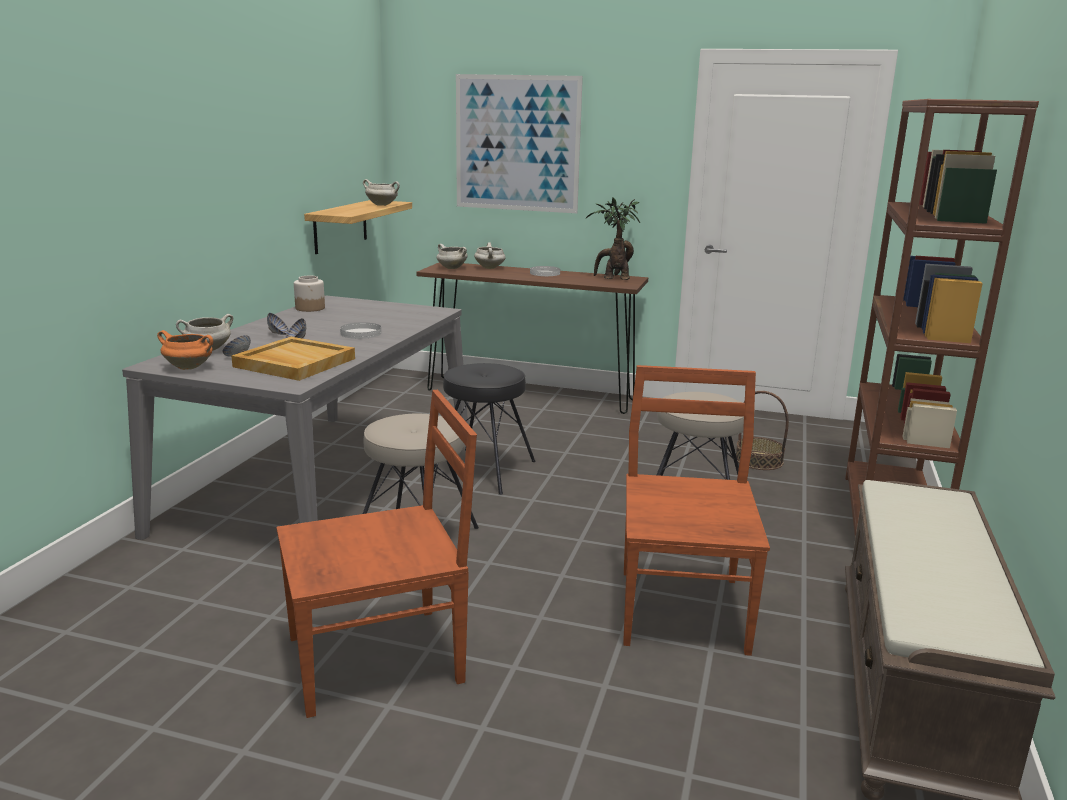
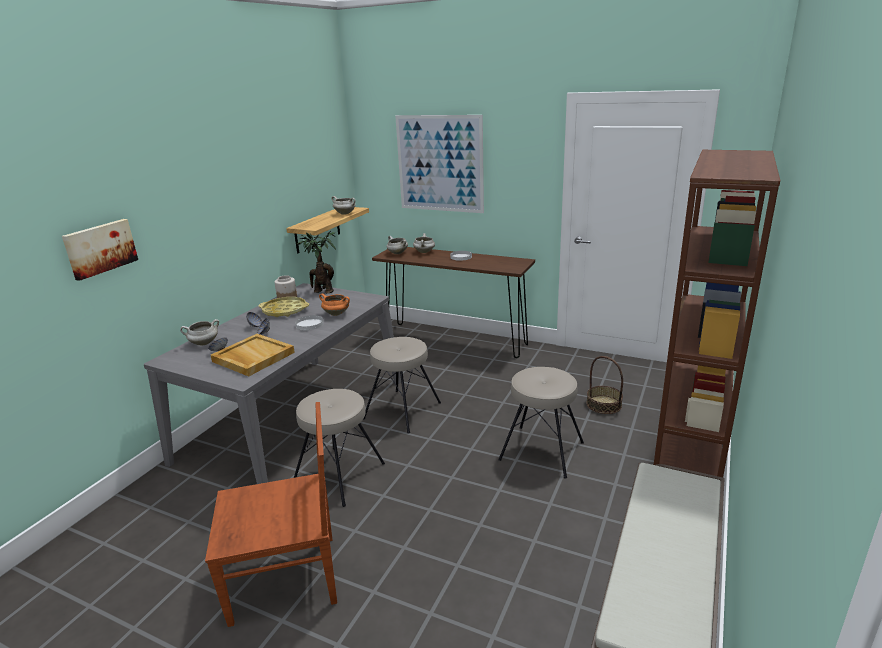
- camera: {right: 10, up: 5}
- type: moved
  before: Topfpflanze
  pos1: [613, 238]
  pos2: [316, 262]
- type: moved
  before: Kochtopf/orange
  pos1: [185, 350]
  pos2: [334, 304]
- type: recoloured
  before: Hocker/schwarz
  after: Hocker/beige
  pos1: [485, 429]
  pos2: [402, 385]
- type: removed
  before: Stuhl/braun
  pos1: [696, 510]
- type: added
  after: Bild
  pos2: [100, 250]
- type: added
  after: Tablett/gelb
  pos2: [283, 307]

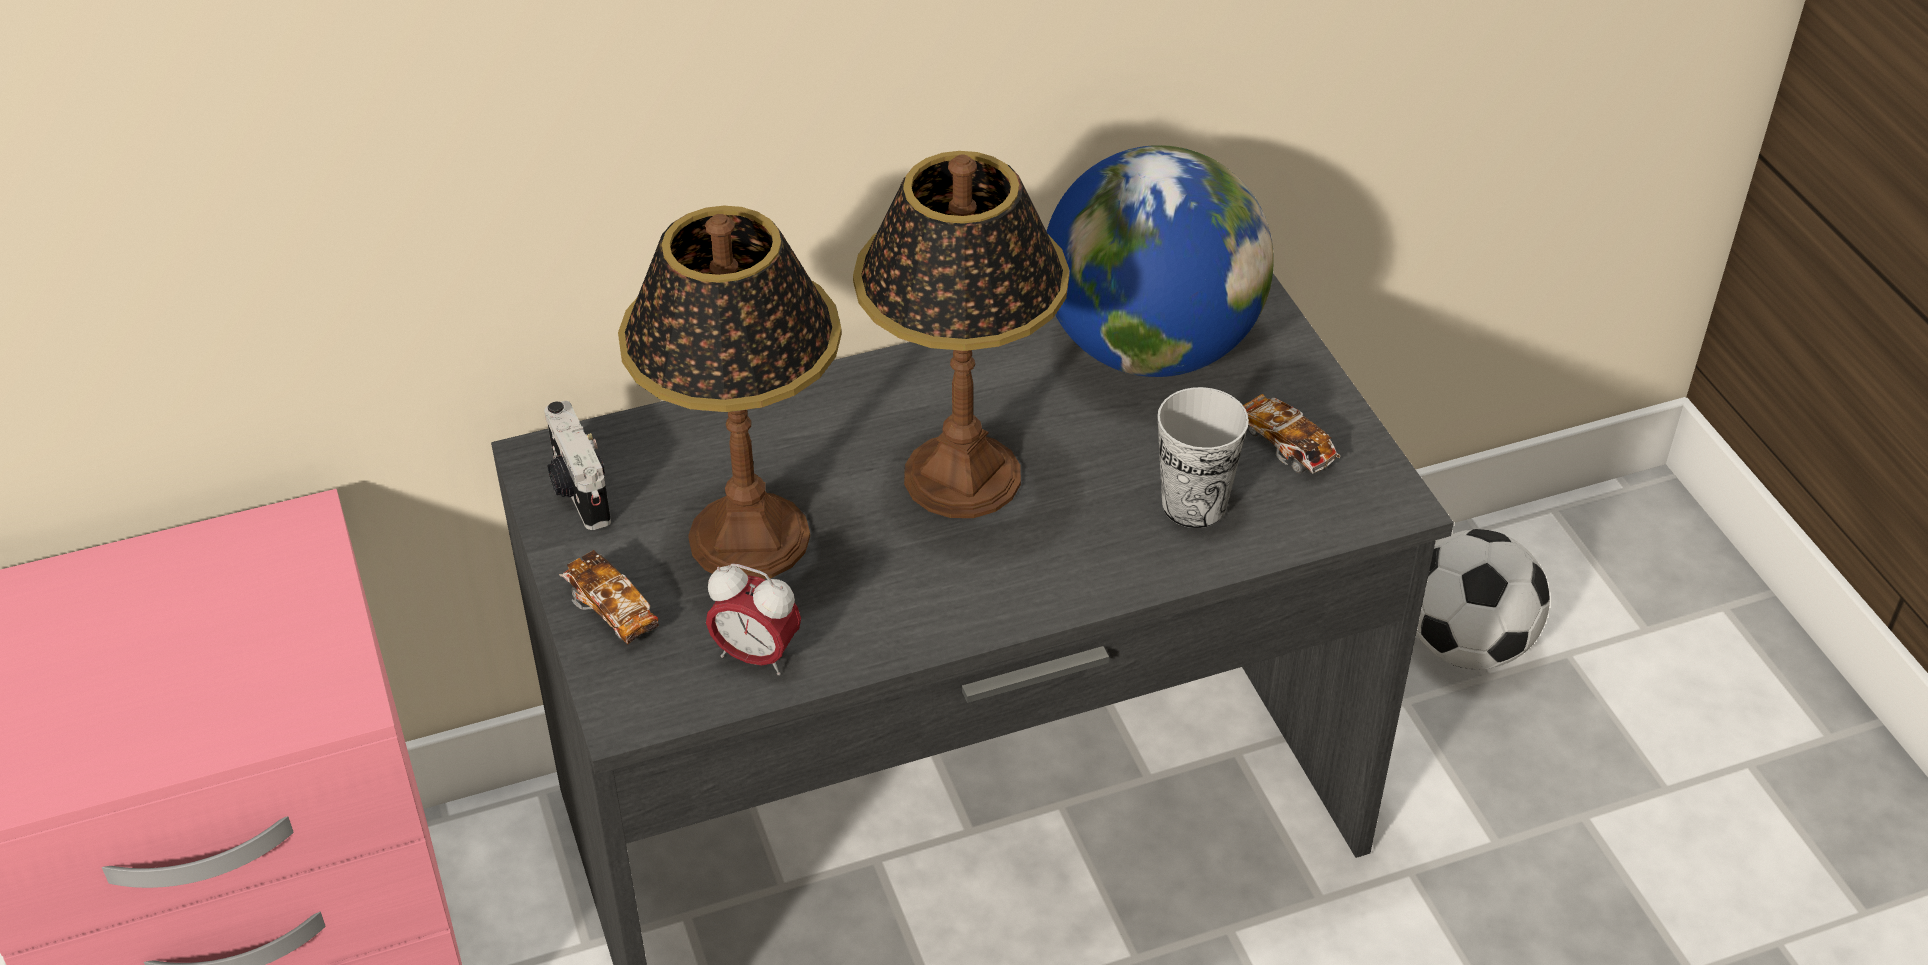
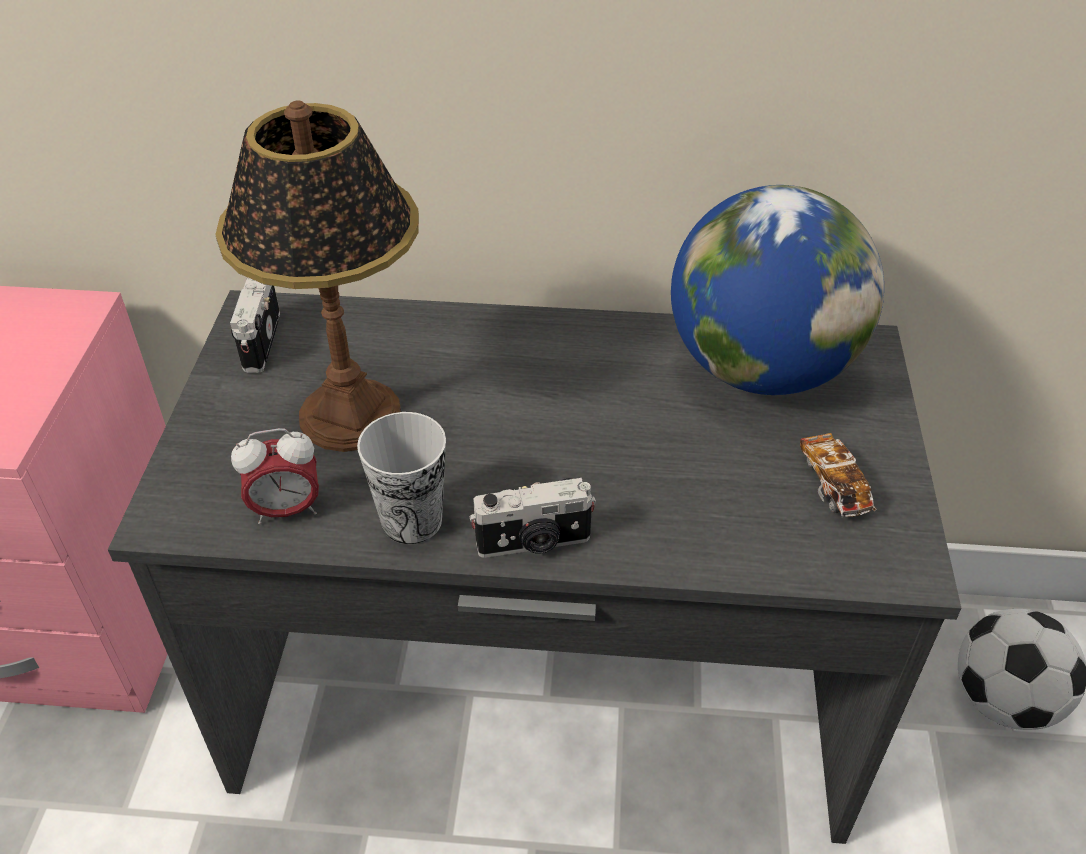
- camera: {right: 25, up: 0}
- type: removed
  before: Tischlampe
  pos1: [961, 334]
- type: moved
  before: Tasse
  pos1: [1203, 457]
  pos2: [401, 478]
- type: removed
  before: Spielzeugauto
  pos1: [609, 597]
- type: turned
  before: Wecker
  pos1: [753, 619]
  pos2: [275, 476]
  turn: -60
- type: added
  after: Kamera
  pos2: [533, 518]

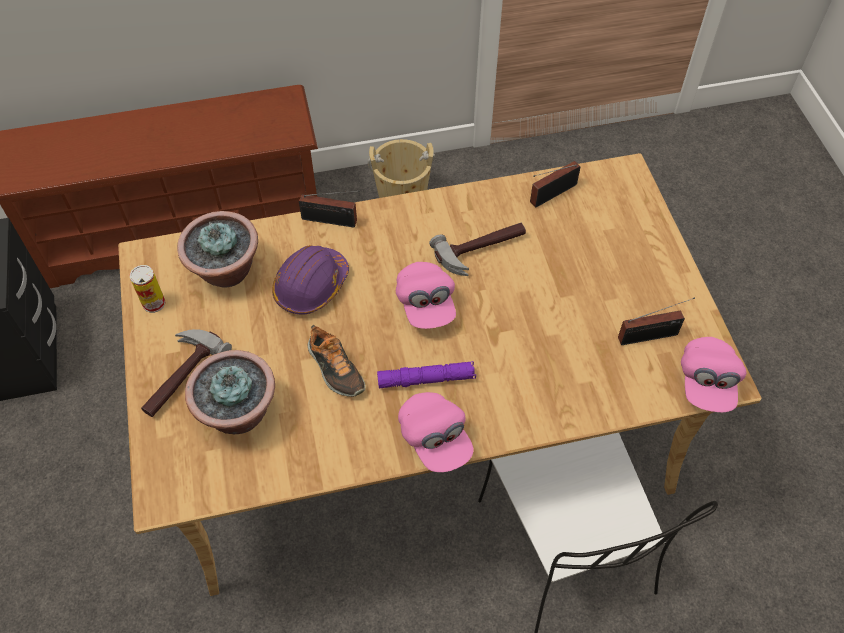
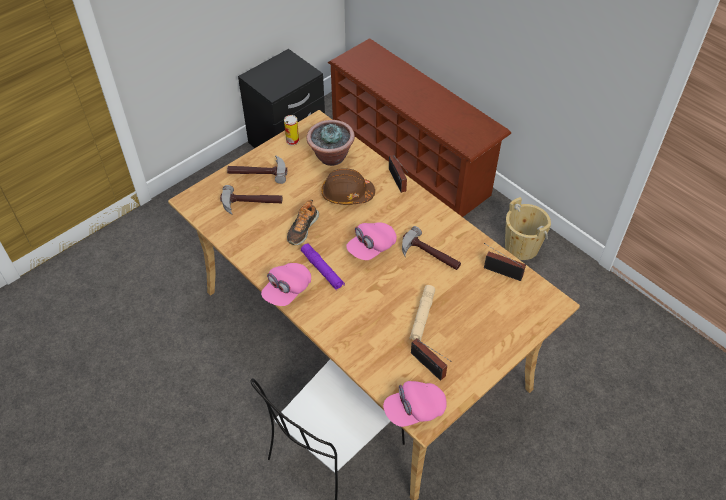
- camera: {right: 60, up: -5}
- type: recoloured
  before: Schutzhelm/lila
  after: Schutzhelm/braun
  pos1: [310, 280]
  pos2: [348, 186]
- type: replaced
  before: Topfpflanze
  after: Hammer
  pos1: [230, 392]
  pos2: [251, 200]
- type: added
  after: Taschenlampe/beige
  pos2: [422, 313]

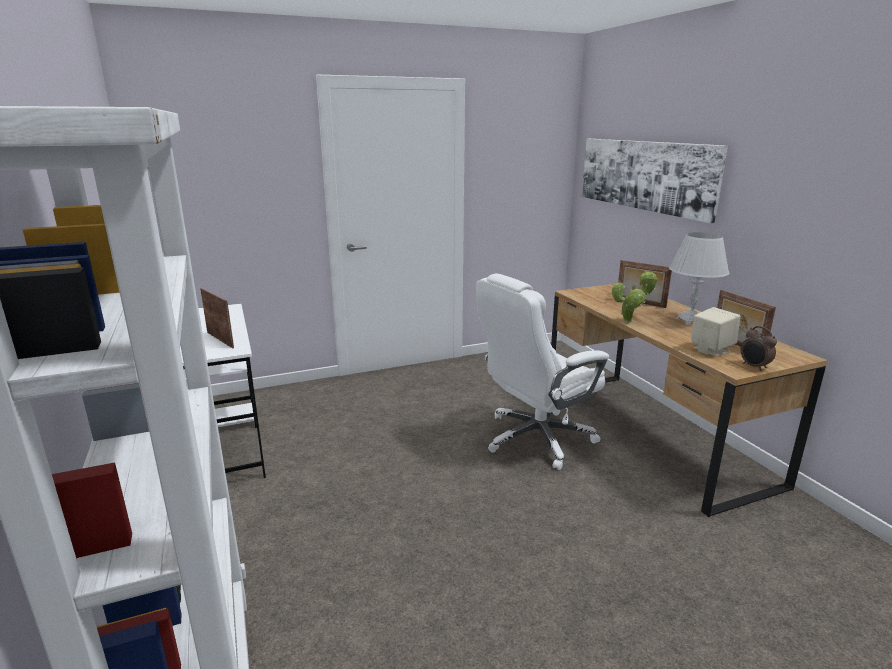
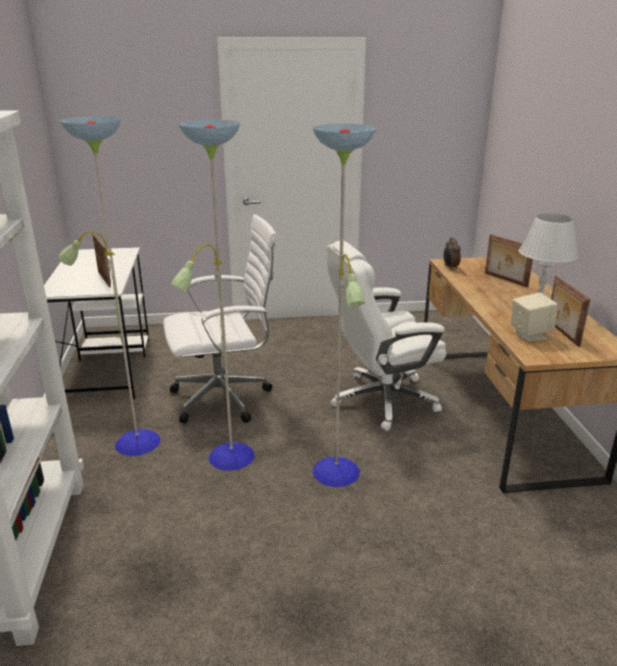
- camera: {right: 15, up: 5}
- type: removed
  before: Bild
  pos1: [655, 181]
- type: removed
  before: Topfpflanze
  pos1: [635, 297]
- type: moved
  before: Wecker
  pos1: [759, 348]
  pos2: [452, 254]
- type: added
  after: Stehlampe
  pos2: [217, 301]
- type: added
  after: Bürostuhl/weiß
  pos2: [220, 318]

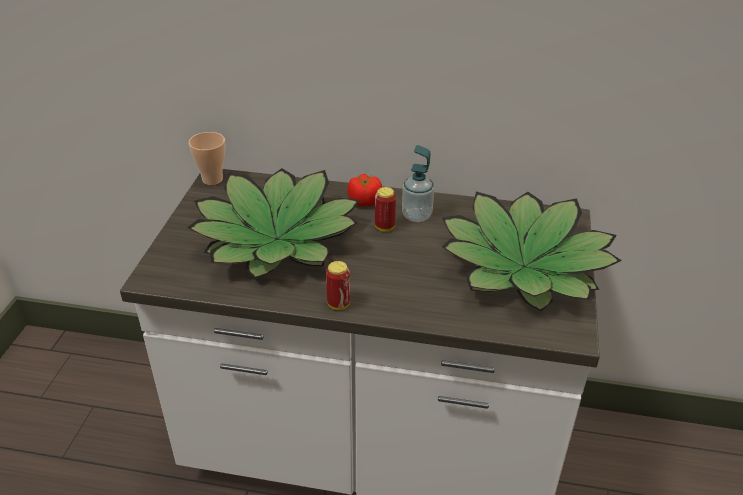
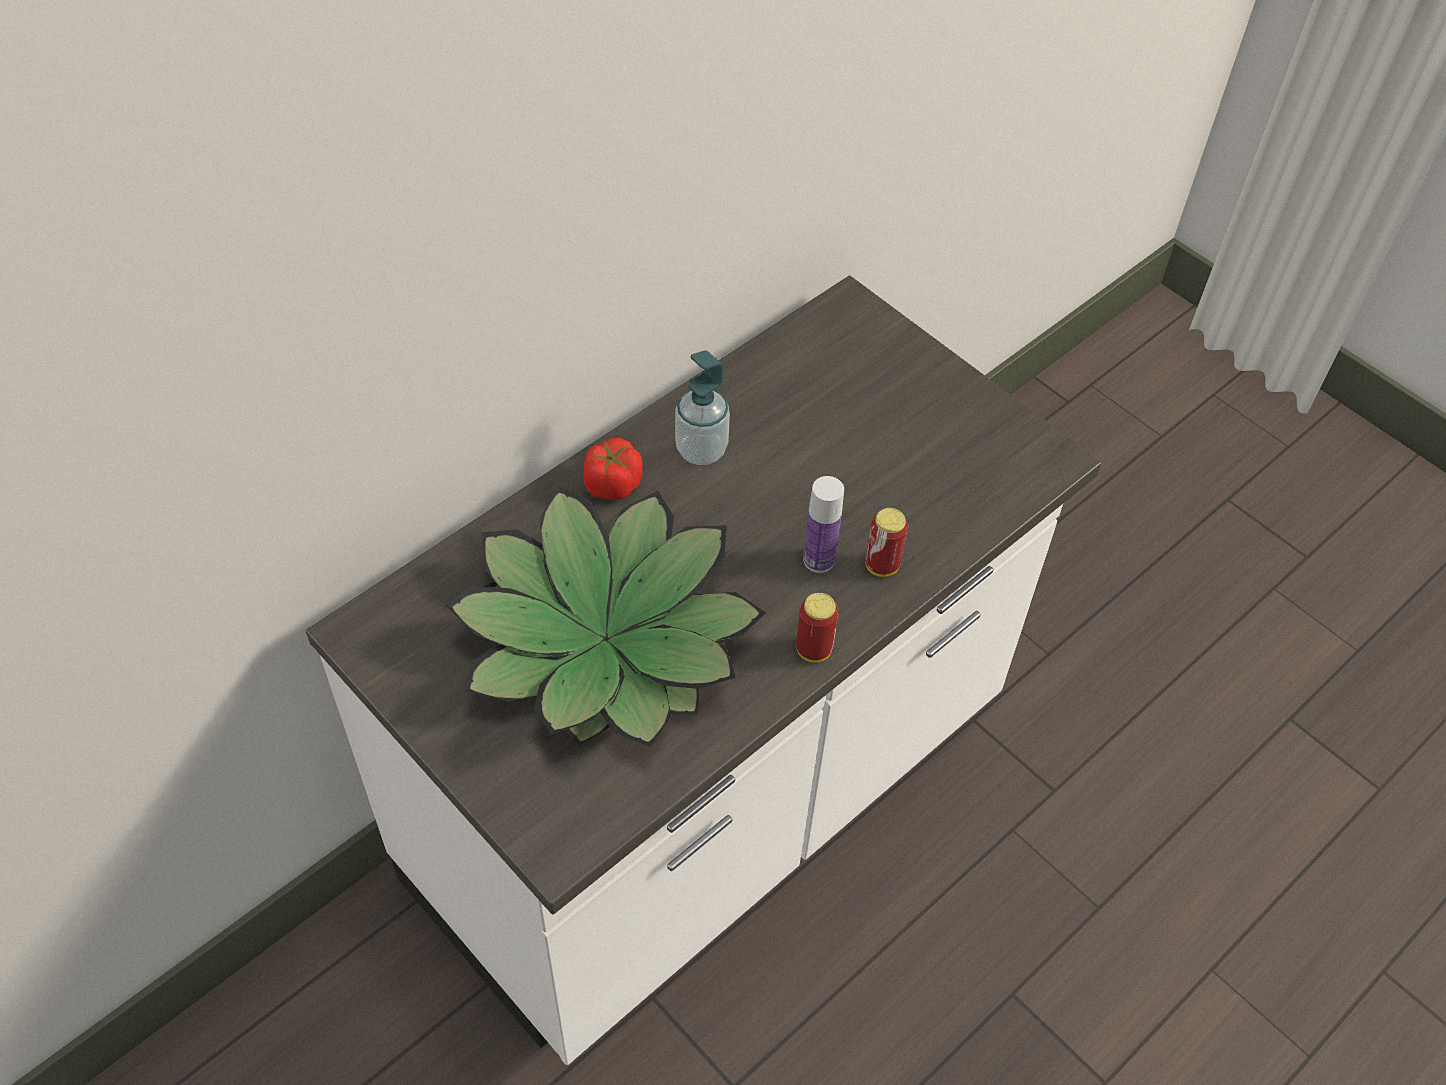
- camera: {right: -55, up: 15}
- type: removed
  before: Tasse
  pos1: [206, 158]
- type: moved
  before: Dose
  pos1: [385, 209]
  pos2: [886, 542]
- type: removed
  before: Topfpflanze
  pos1: [532, 251]
- type: added
  after: Flasche
  pos2: [823, 524]

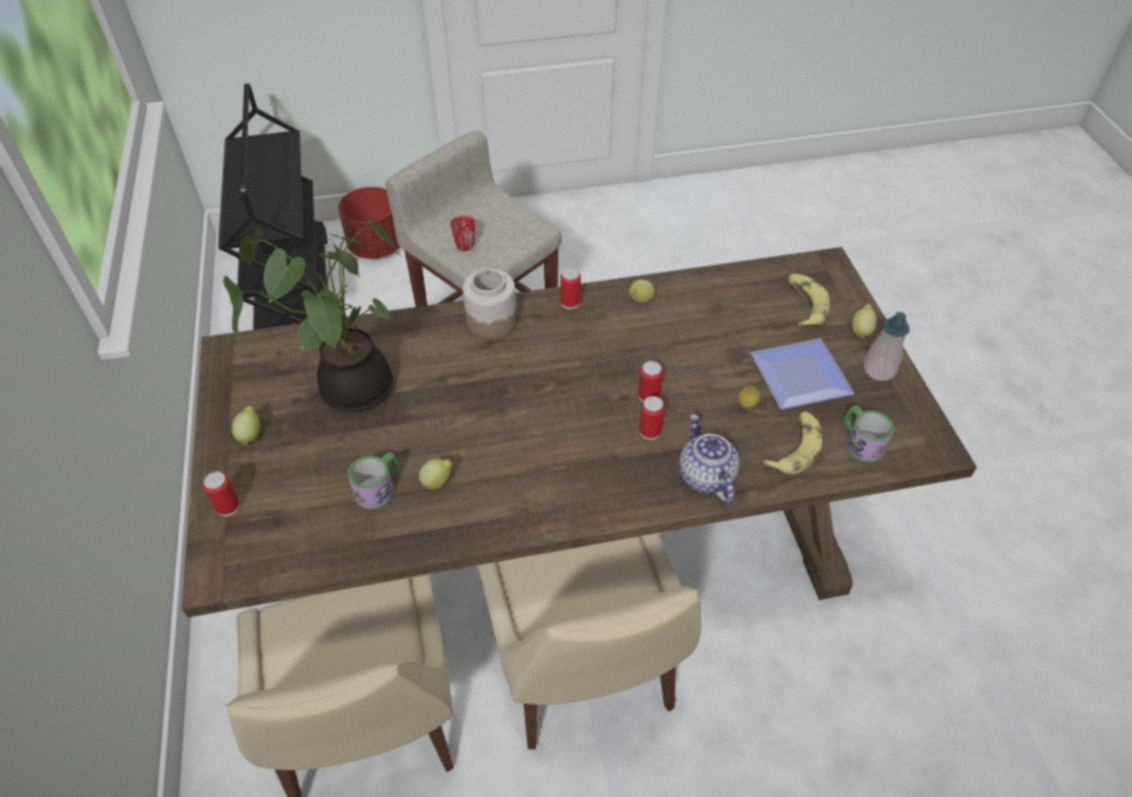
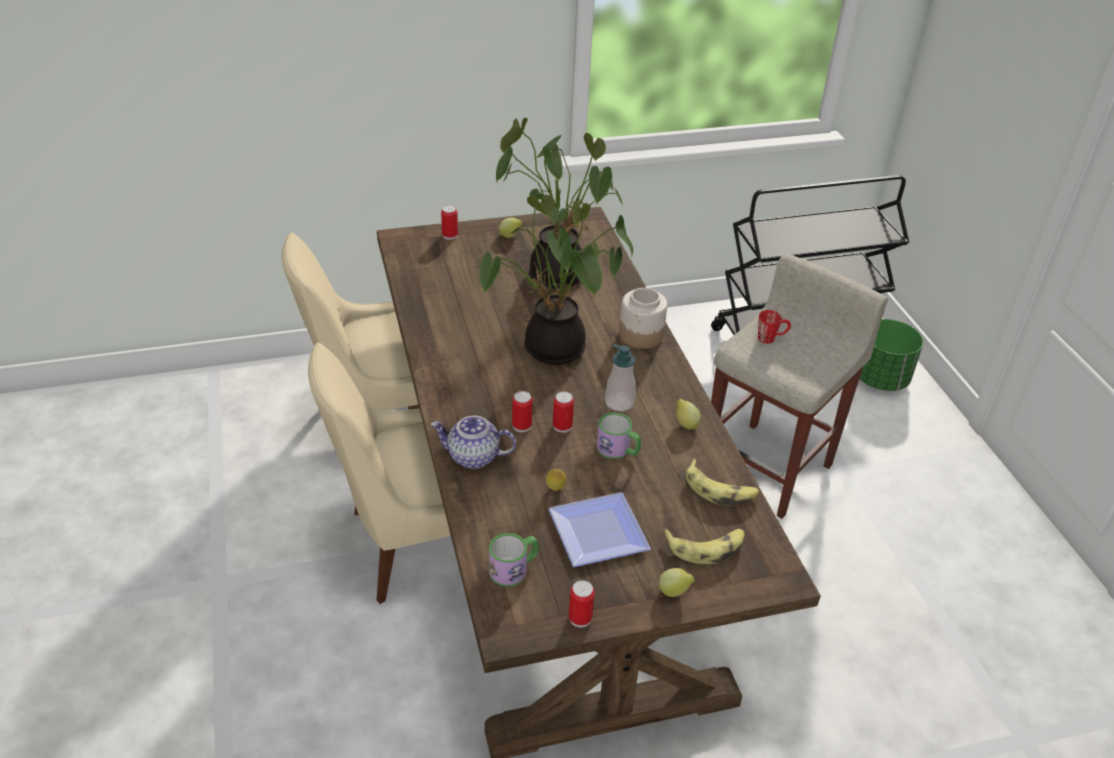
- camera: {right: 85, up: -10}
- type: recoloured
  before: Pflanzkübel/rot
  after: Pflanzkübel/grün
  pos1: [369, 223]
  pos2: [891, 355]
- type: moved
  before: Dose
  pos1: [570, 288]
  pos2: [582, 603]
- type: moved
  before: Seifenspender
  pos1: [886, 346]
  pos2: [620, 377]
- type: moved
  before: Banane
  pos1: [792, 442]
  pos2: [723, 482]
- type: turned
  before: Teekanne
  pos1: [709, 458]
  pos2: [473, 442]
  turn: -150
- type: moved
  before: Henkelbecher
  pos1: [373, 481]
  pos2: [619, 436]
- type: removed
  before: Zitrone
  pos1: [436, 473]
- type: added
  after: Topfpflanze
  pos2: [556, 280]

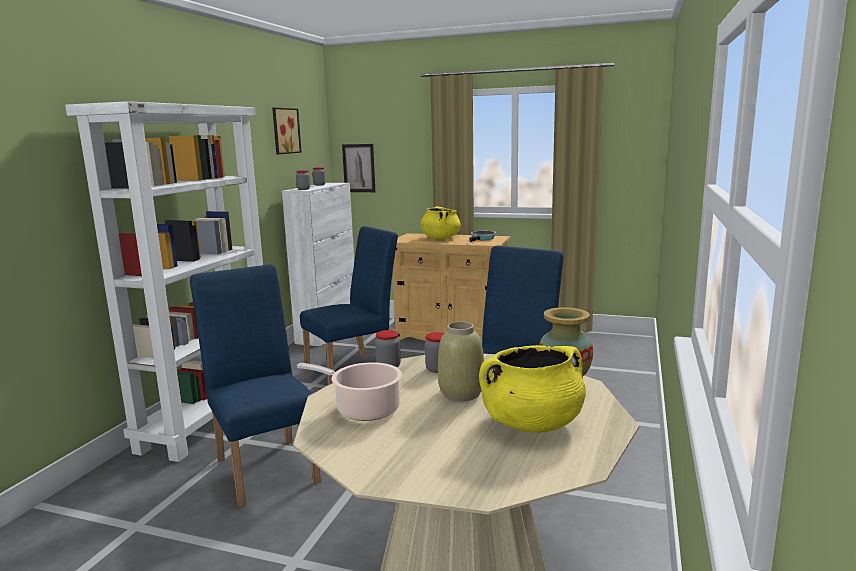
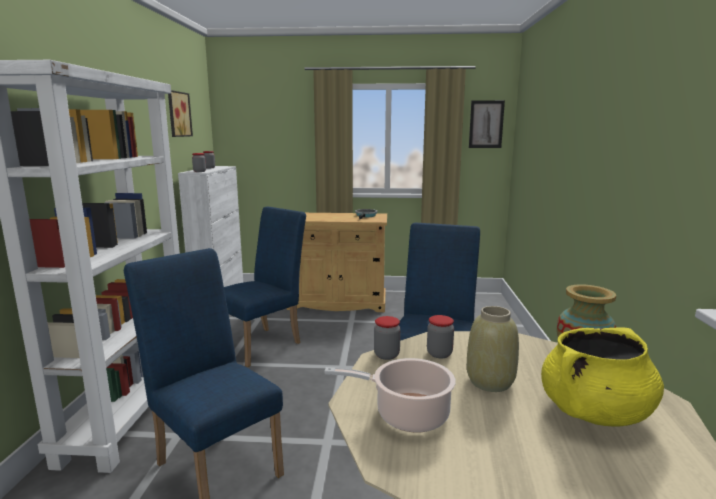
- camera: {right: -15, up: 0}
- type: moved
  before: Bild
  pos1: [358, 168]
  pos2: [487, 124]
- type: removed
  before: Kochtopf/gelb
  pos1: [441, 222]

